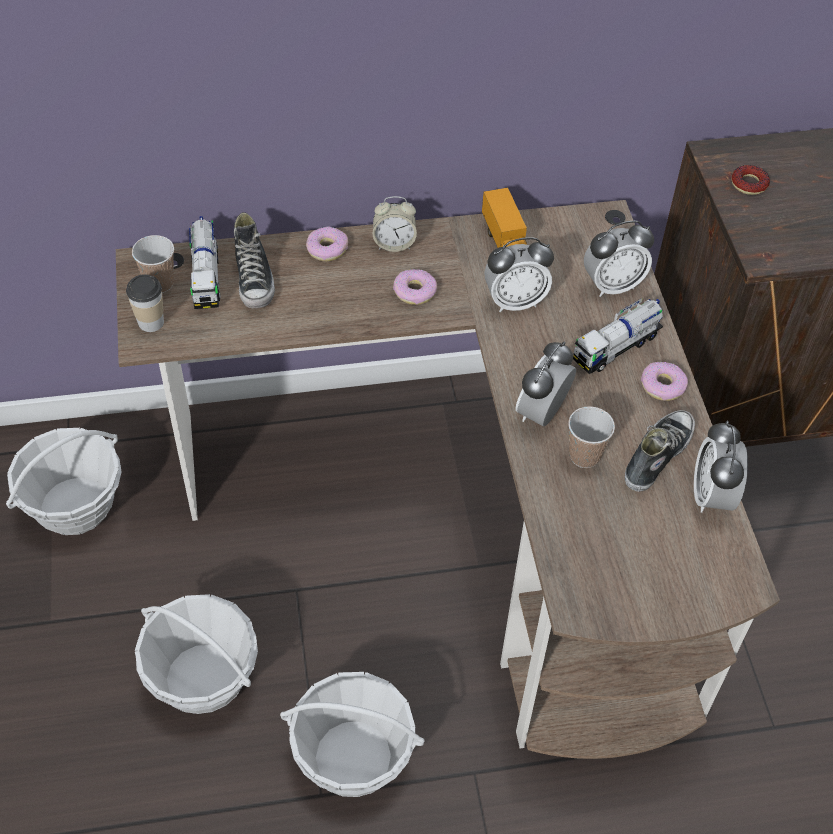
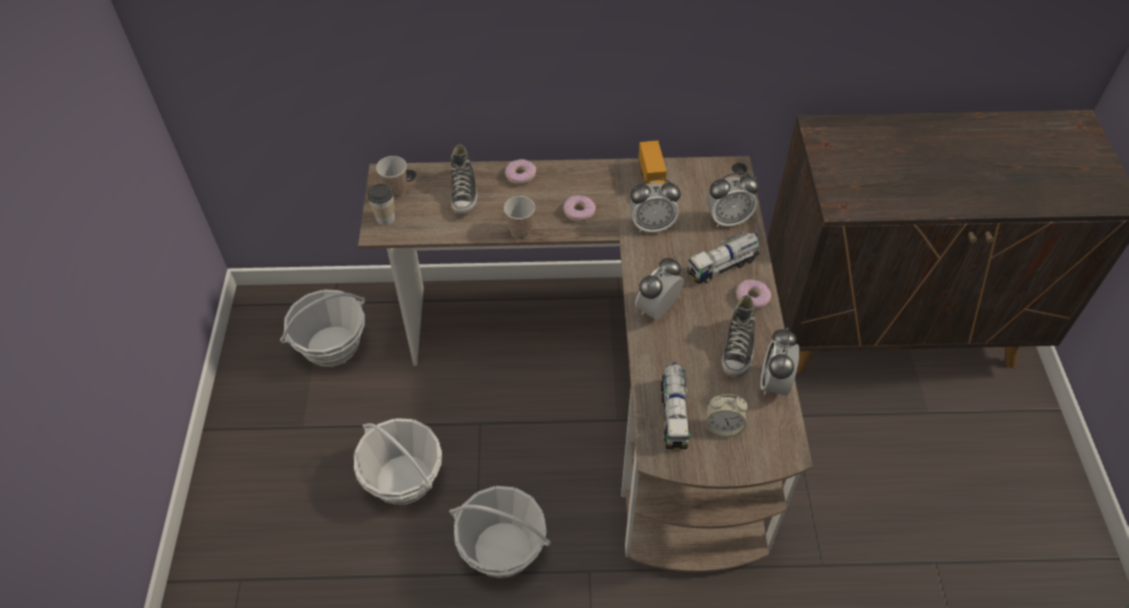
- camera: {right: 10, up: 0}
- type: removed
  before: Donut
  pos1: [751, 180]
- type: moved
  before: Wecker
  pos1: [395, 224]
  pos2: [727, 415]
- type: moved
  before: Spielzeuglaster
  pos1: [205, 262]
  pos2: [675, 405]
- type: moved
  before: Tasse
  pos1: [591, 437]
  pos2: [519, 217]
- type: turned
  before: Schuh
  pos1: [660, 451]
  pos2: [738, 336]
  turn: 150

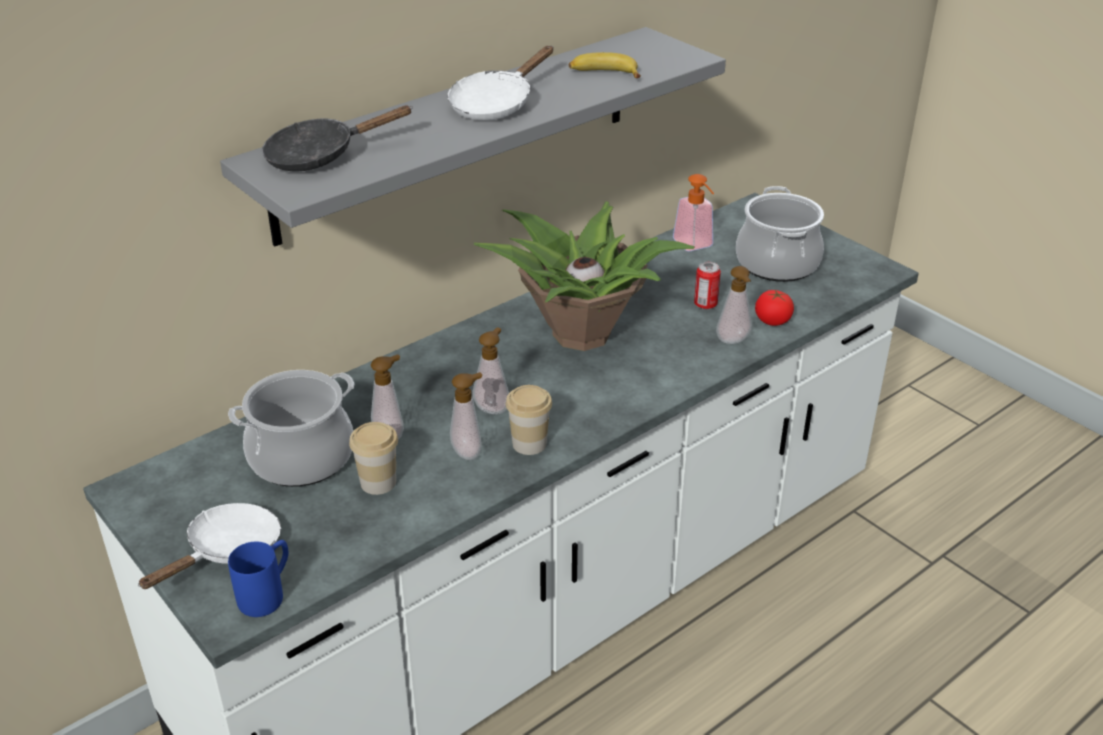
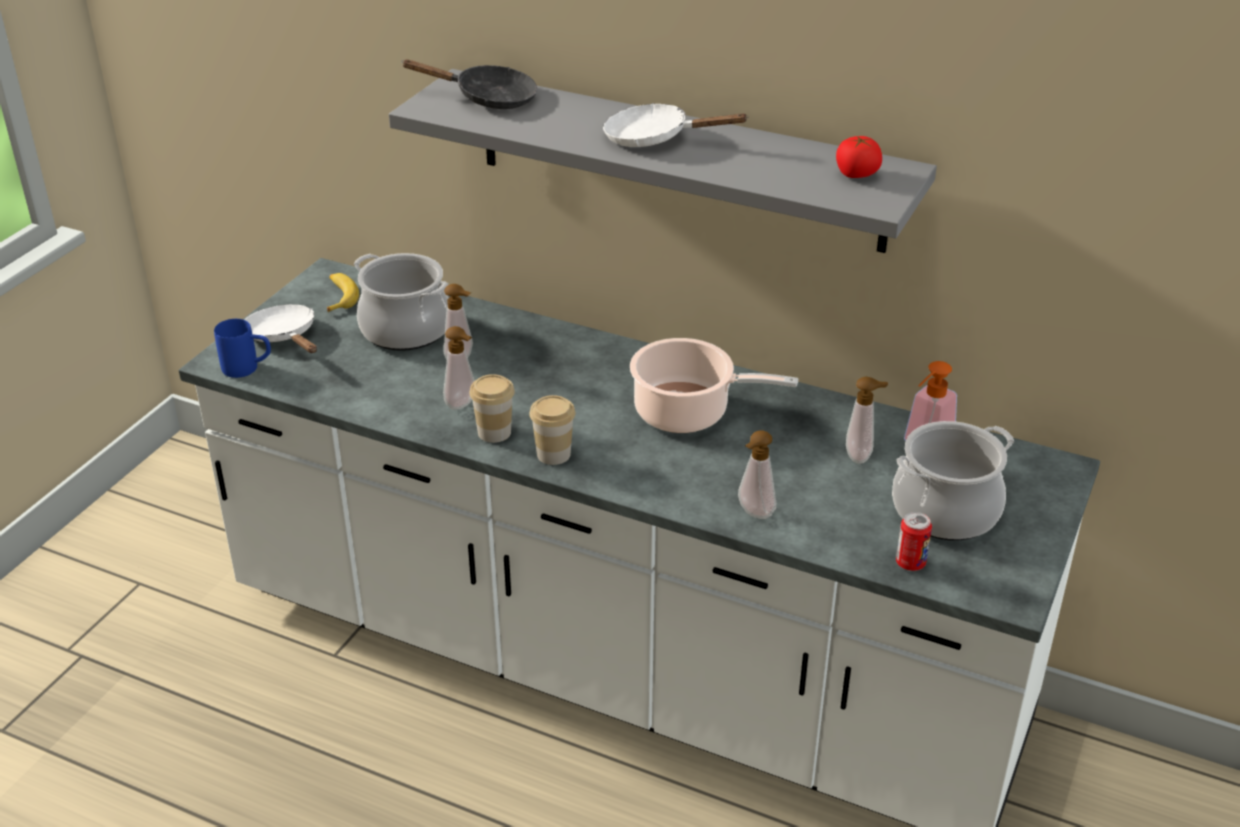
- camera: {right: 65, up: 0}
- type: moved
  before: Banane
  pos1: [605, 65]
  pos2: [343, 292]
- type: turned
  before: Pfanne/schwarz
  pos1: [337, 138]
  pos2: [469, 84]
  turn: 150
- type: replaced
  before: Topfpflanze
  after: Kochtopf
  pos1: [584, 276]
  pos2: [714, 385]
- type: moved
  before: Dose
  pos1: [707, 285]
  pos2: [914, 541]
- type: moved
  before: Tomate
  pos1: [774, 308]
  pos2: [859, 157]
- type: moved
  before: Seifenspender
  pos1: [490, 370]
  pos2: [867, 420]
- type: moved
  before: Tasse
  pos1: [373, 458]
  pos2: [552, 430]
- type: turned
  before: Pfanne/weiß
  pos1: [209, 546]
  pos2: [280, 328]
  turn: -135

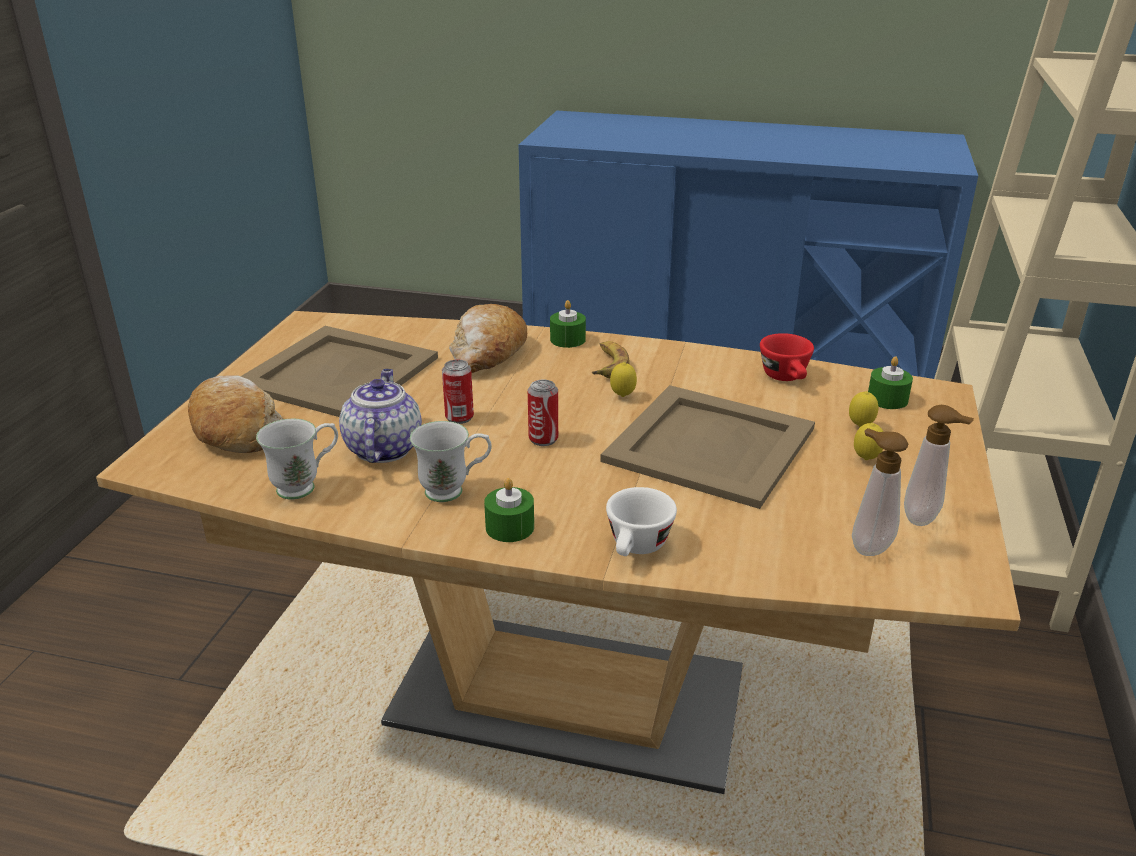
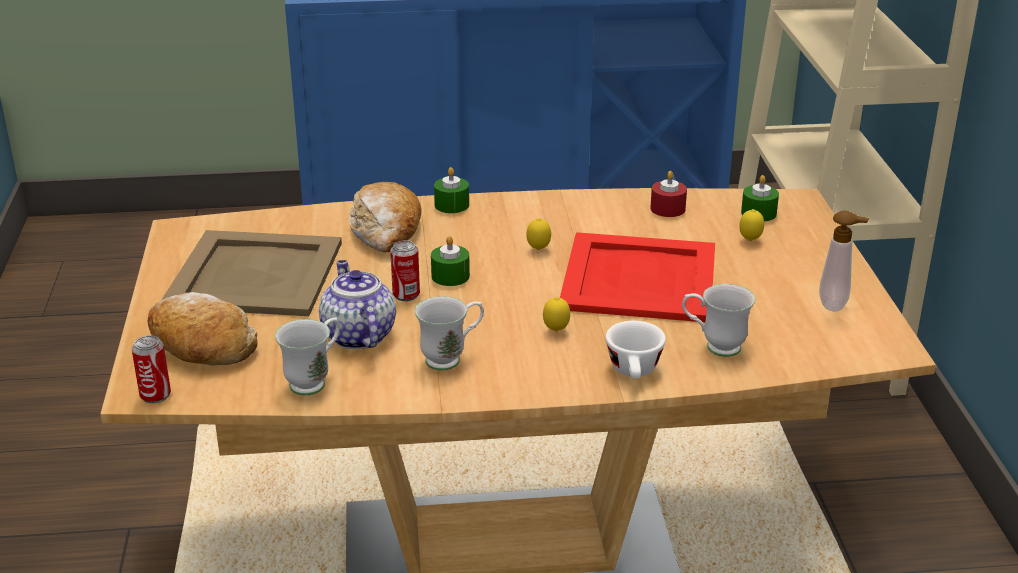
- camera: {right: -20, up: 0}
- type: replaced
  before: Tasse/rot
  after: Kerze/rot
  pos1: [787, 357]
  pos2: [668, 194]
- type: removed
  before: Banane
  pos1: [611, 359]
- type: moved
  before: Dose
  pos1: [543, 413]
  pos2: [151, 369]
- type: recoloured
  before: Tablett/beige
  after: Tablett/rot
  pos1: [707, 447]
  pos2: [637, 277]
- type: moved
  before: Zitrone
  pos1: [868, 441]
  pos2: [556, 314]
- type: removed
  before: Seifenspender
  pos1: [880, 492]
- type: moved
  before: Kerze/grün
  pos1: [509, 510]
  pos2: [450, 261]
- type: added
  after: Henkelbecher/weiß
  pos2: [718, 320]

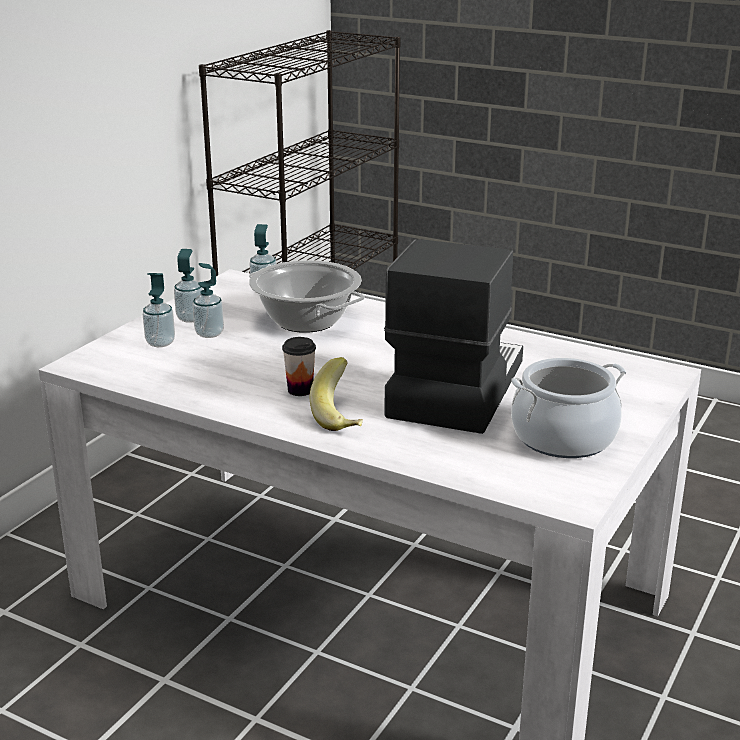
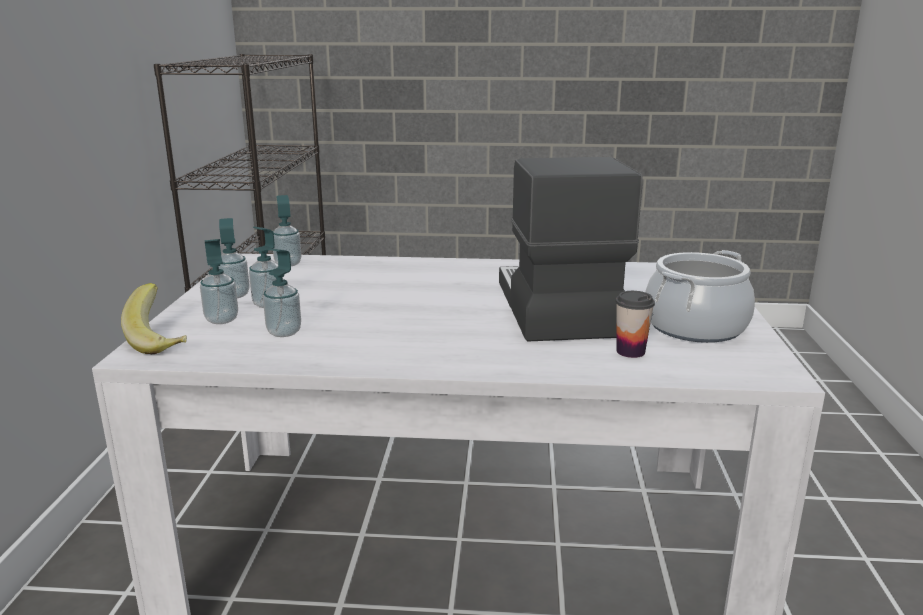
- camera: {right: -25, up: -5}
- type: removed
  before: Kochtopf
  pos1: [307, 296]
- type: moved
  before: Tasse
  pos1: [299, 366]
  pos2: [635, 324]
- type: moved
  before: Banane
  pos1: [336, 394]
  pos2: [154, 318]
- type: added
  after: Seifenspender
  pos2: [282, 292]

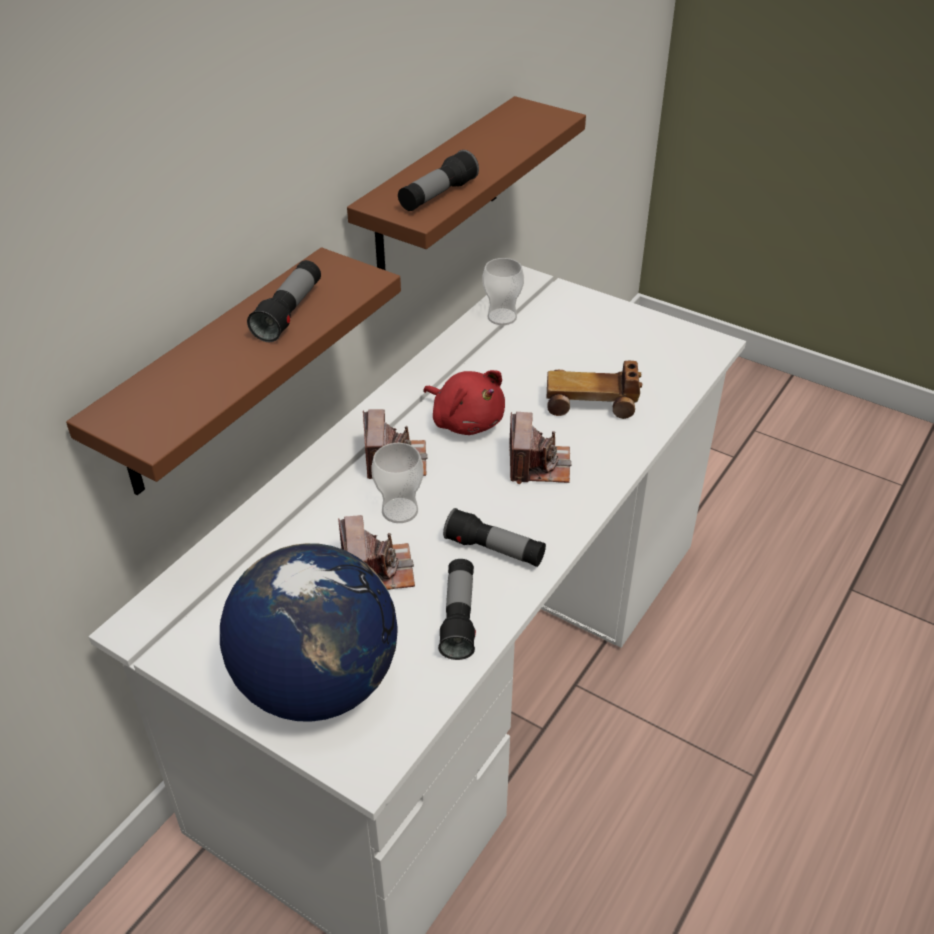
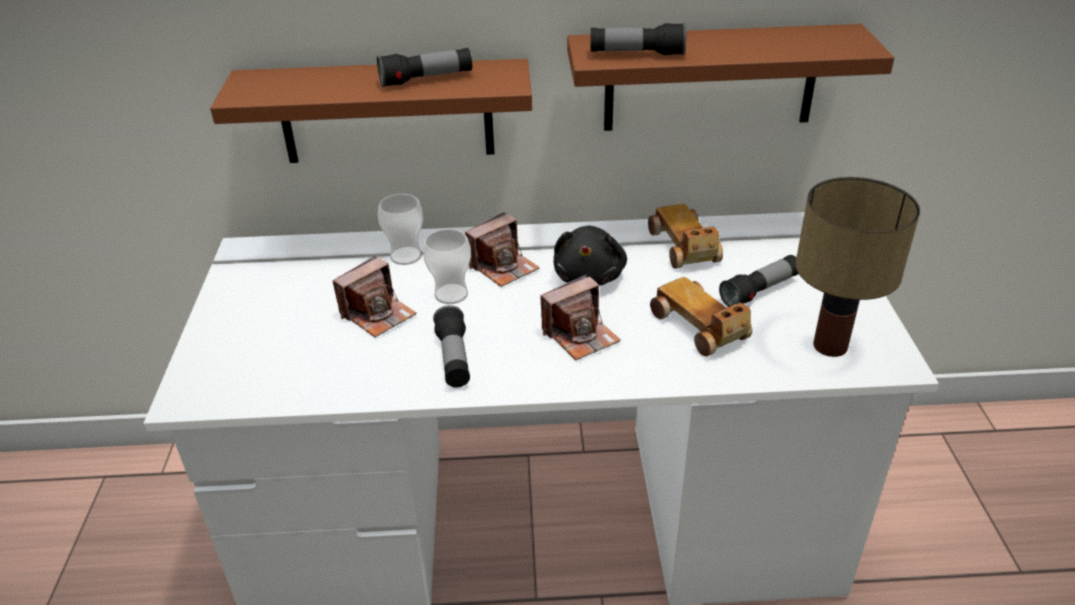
- camera: {right: 55, up: -5}
- type: moved
  before: Tasse
  pos1: [503, 291]
  pos2: [400, 229]
- type: recoloured
  before: Plüschtier/rot
  after: Plüschtier/schwarz
  pos1: [464, 402]
  pos2: [590, 256]
- type: removed
  before: Globus
  pos1: [309, 632]
- type: moved
  before: Taschenlampe
  pos1: [457, 609]
  pos2: [759, 281]
- type: added
  after: Tischlampe
  pos2: [857, 267]
- type: added
  after: Spielzeugauto
  pos2: [685, 236]

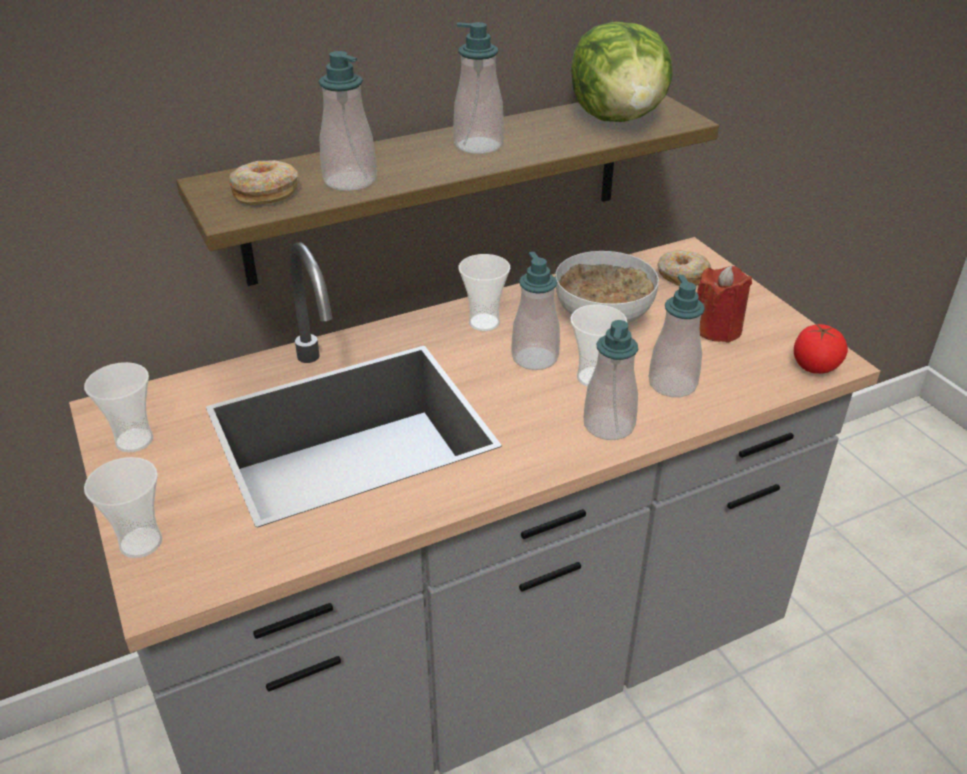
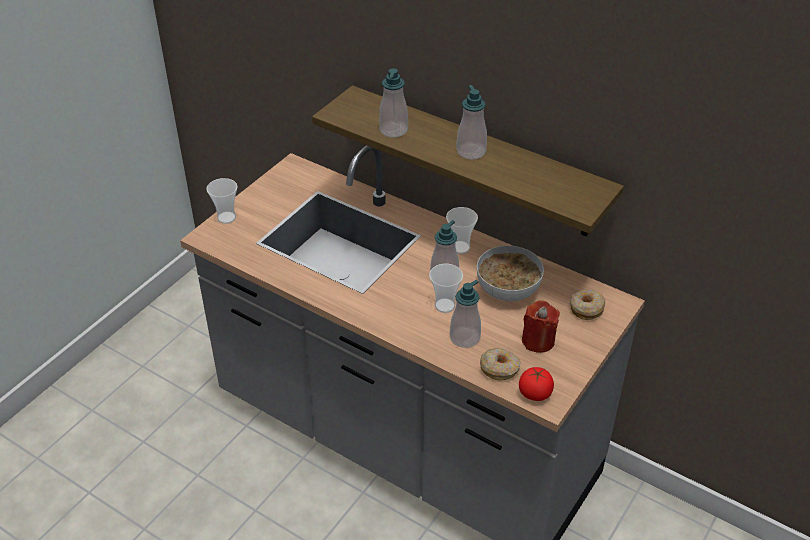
- camera: {right: 60, up: 5}
- type: removed
  before: Salatkopf
  pos1: [622, 72]
- type: moved
  before: Donut
  pos1: [263, 182]
  pos2: [500, 364]
- type: removed
  before: Seifenspender
  pos1: [611, 380]
- type: removed
  before: Tasse
  pos1: [118, 407]

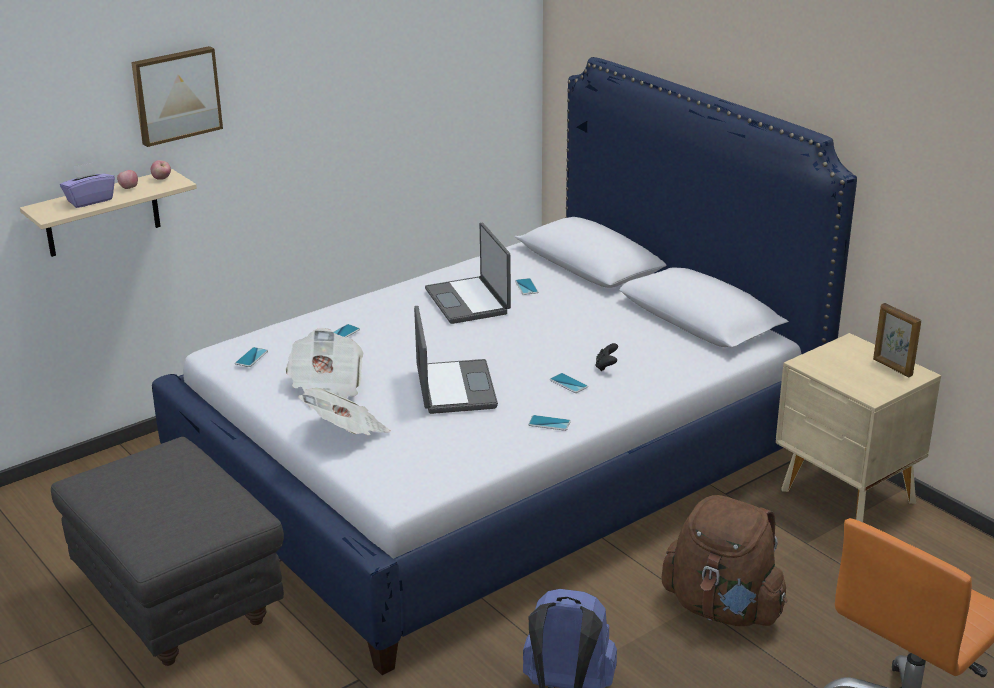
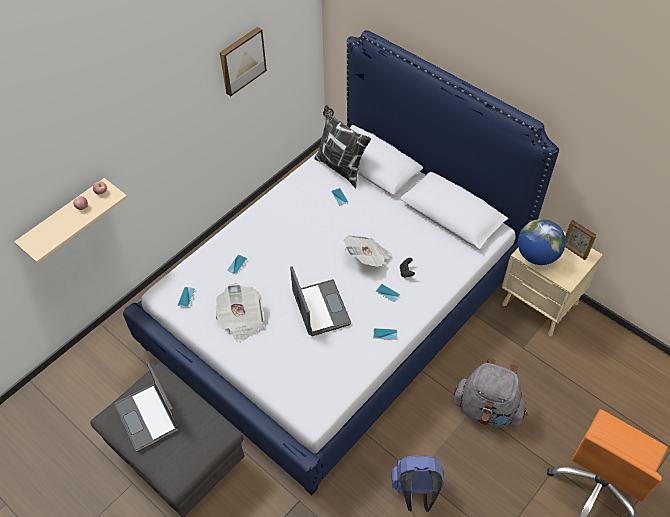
- camera: {right: -10, up: 25}
- type: moved
  before: Bild
  pos1: [177, 96]
  pos2: [243, 61]
- type: removed
  before: Taschentuchbox/lila
  pos1: [87, 185]
- type: moved
  before: Laptop
  pos1: [468, 273]
  pos2: [147, 406]
- type: moved
  before: Zeitung
  pos1: [344, 412]
  pos2: [368, 251]
- type: recoloured
  before: Rucksack/braun
  after: Rucksack/grau
  pos1: [725, 560]
  pos2: [490, 392]
- type: added
  after: Kissen
  pos2: [342, 147]
- type: added
  after: Globus
  pos2: [542, 242]

